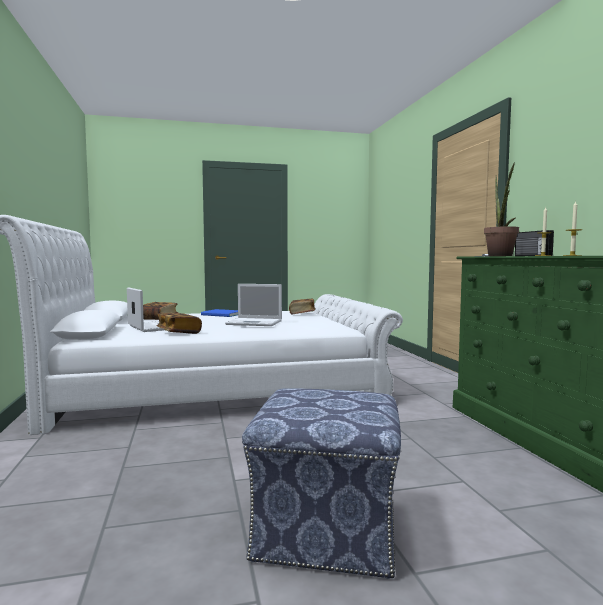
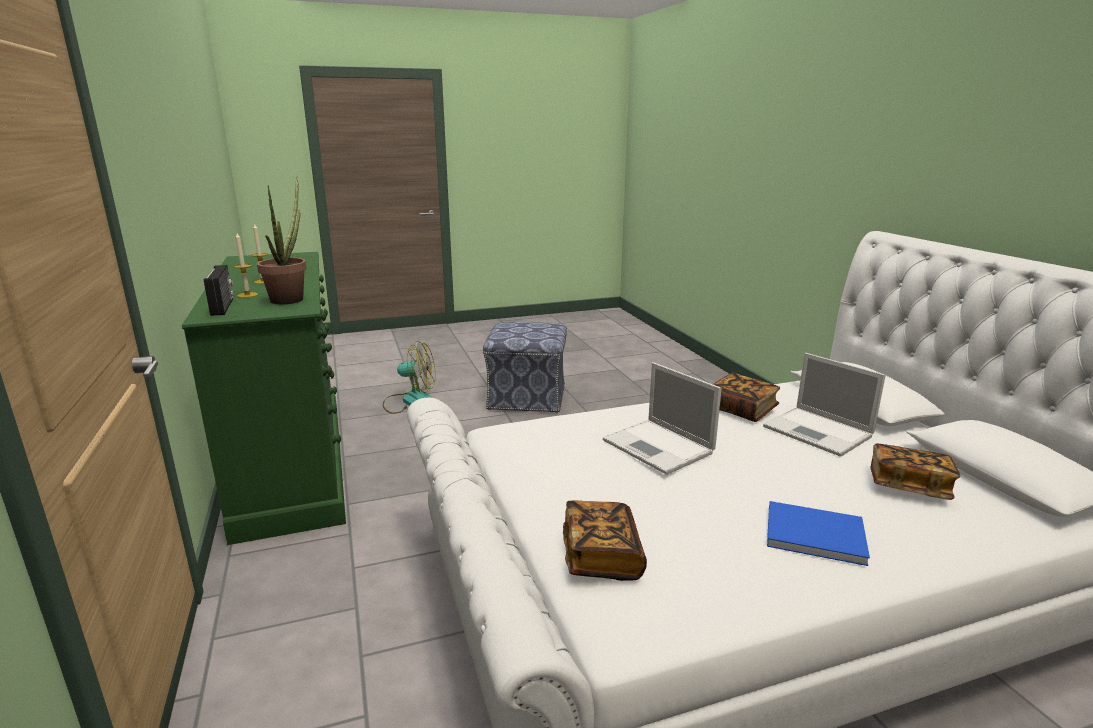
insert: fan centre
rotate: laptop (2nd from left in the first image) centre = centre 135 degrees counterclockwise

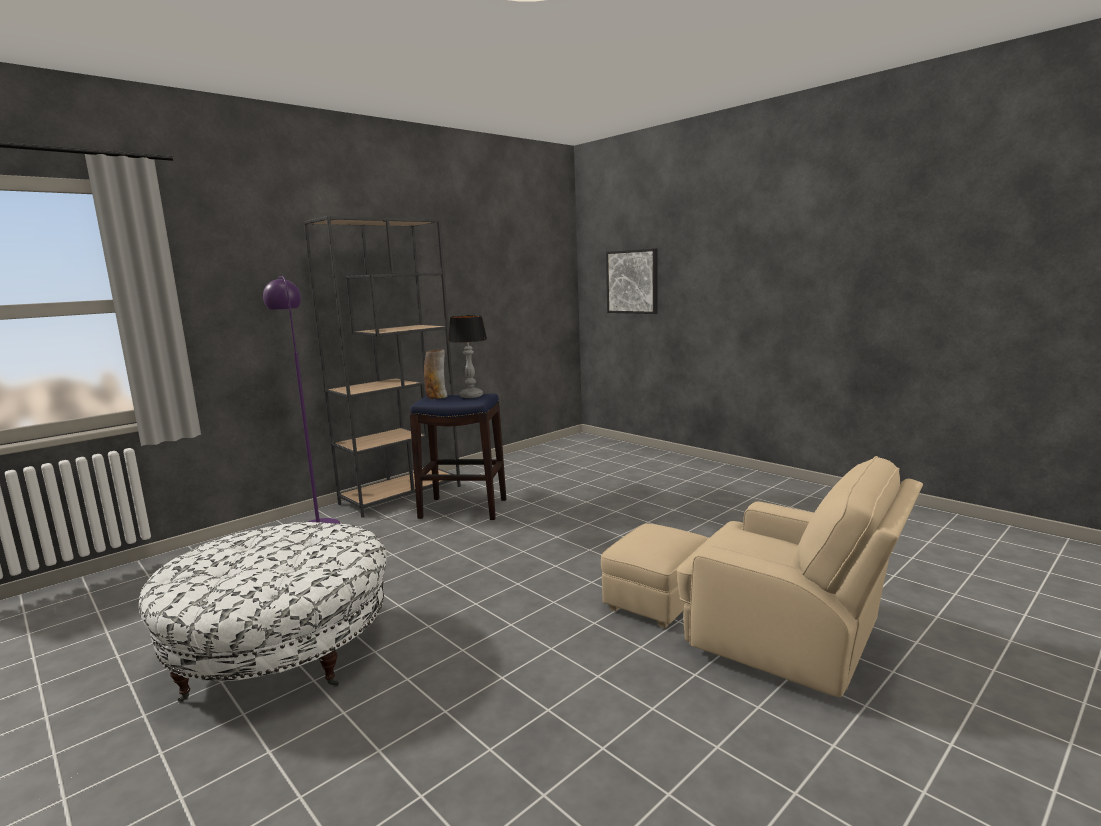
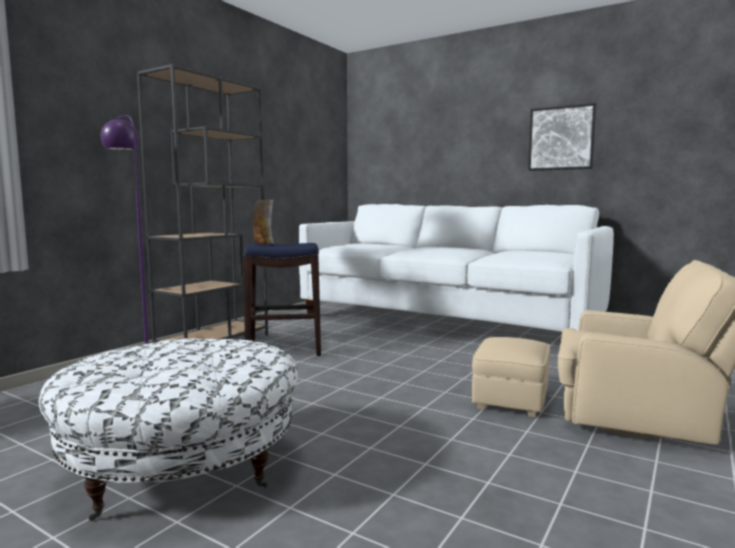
delete: table lamp centre
insert: white sofa centre
move: picture centre to top right

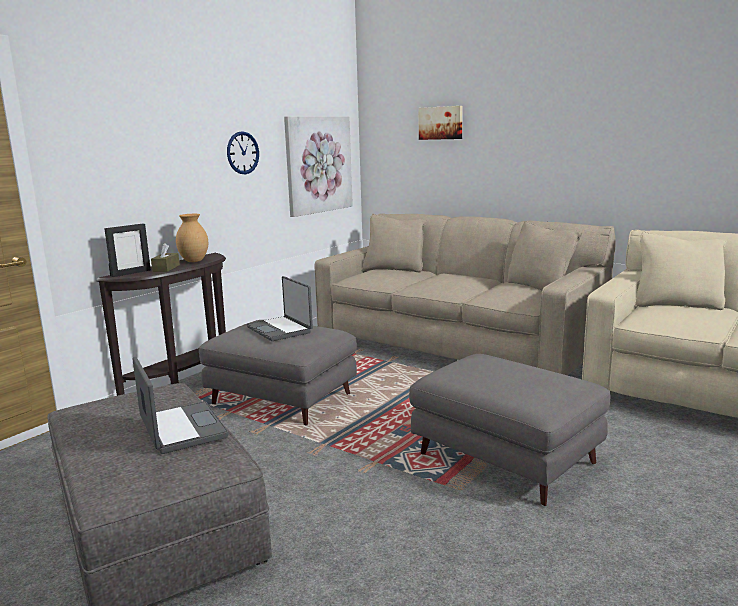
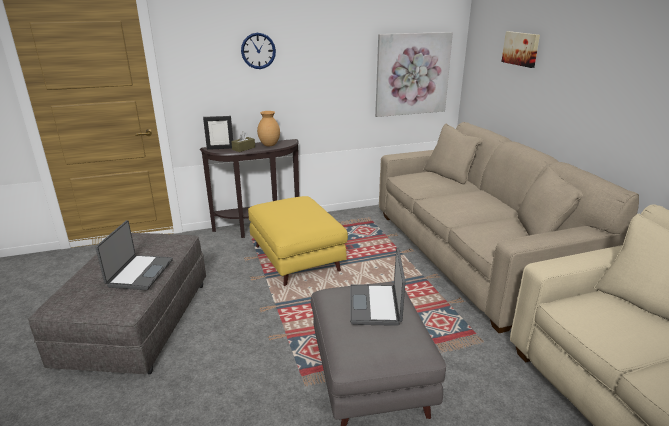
move: wall clock top left to top centre; laptop (2nd from left) centre to bottom centre
recolor: grey ottoman (2nd from left) centre to yellow ottoman centre

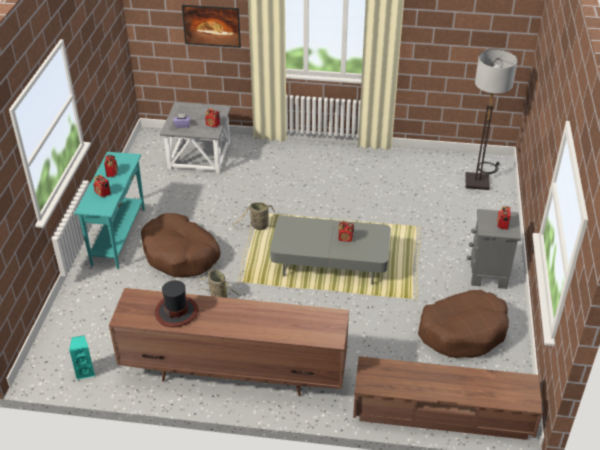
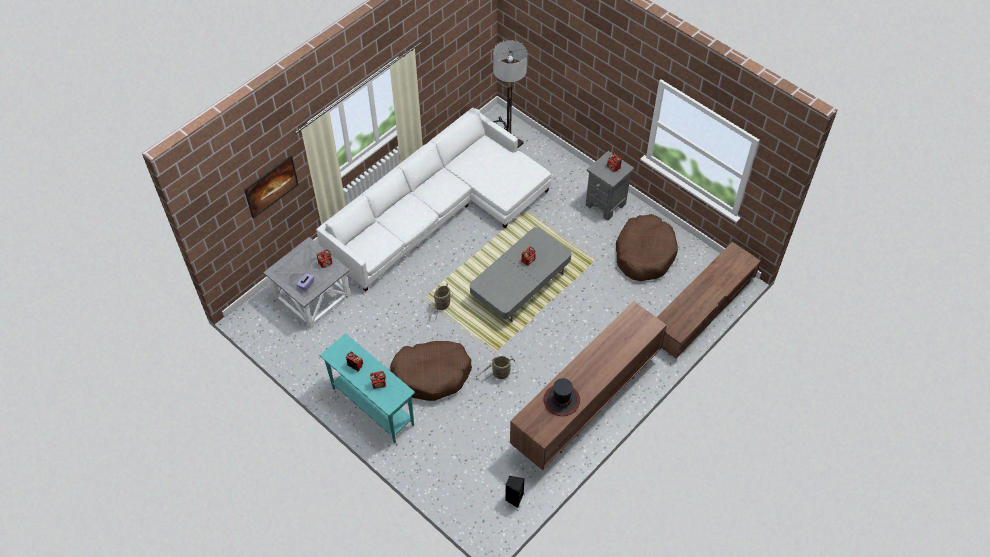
insert: white sofa centre
recolor: turquoise speaker bottom left to black speaker bottom centre

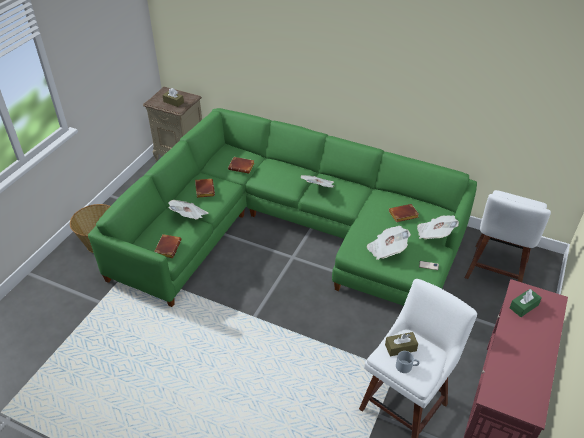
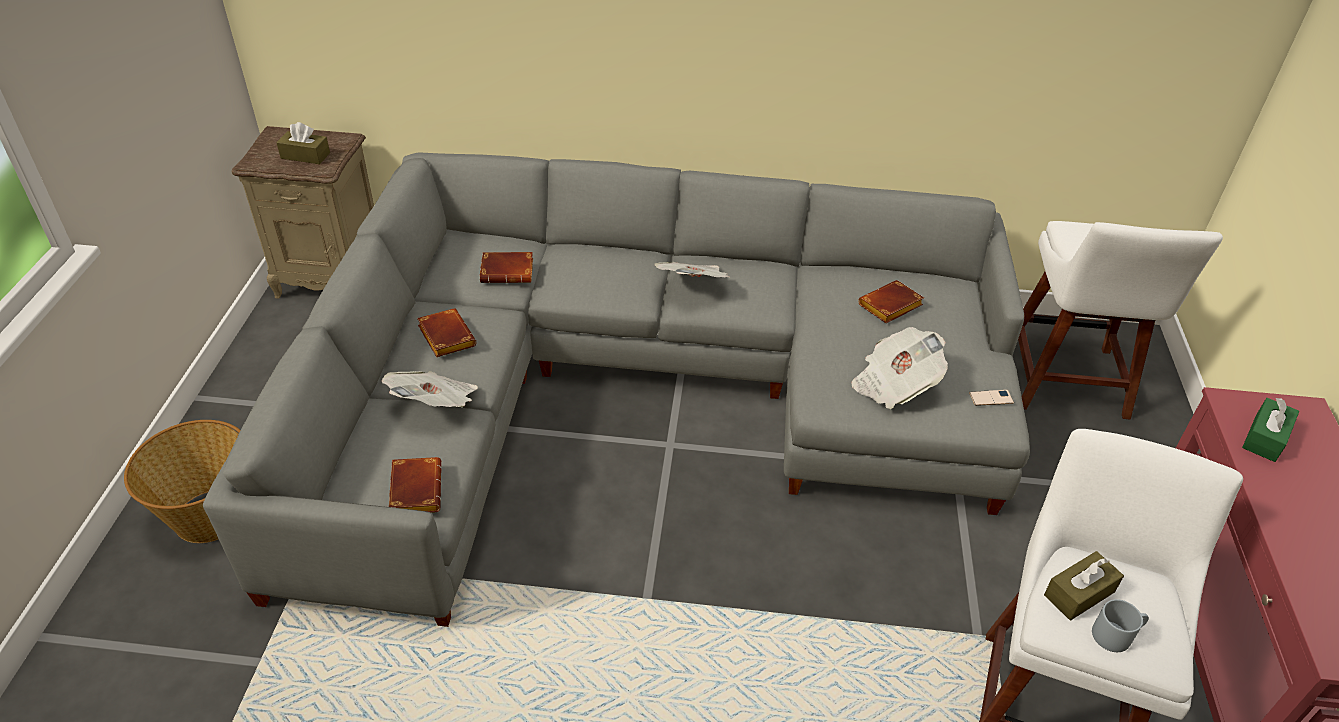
delete: newspaper (4th from left) middle right
recolor: green sofa centre to grey sofa centre

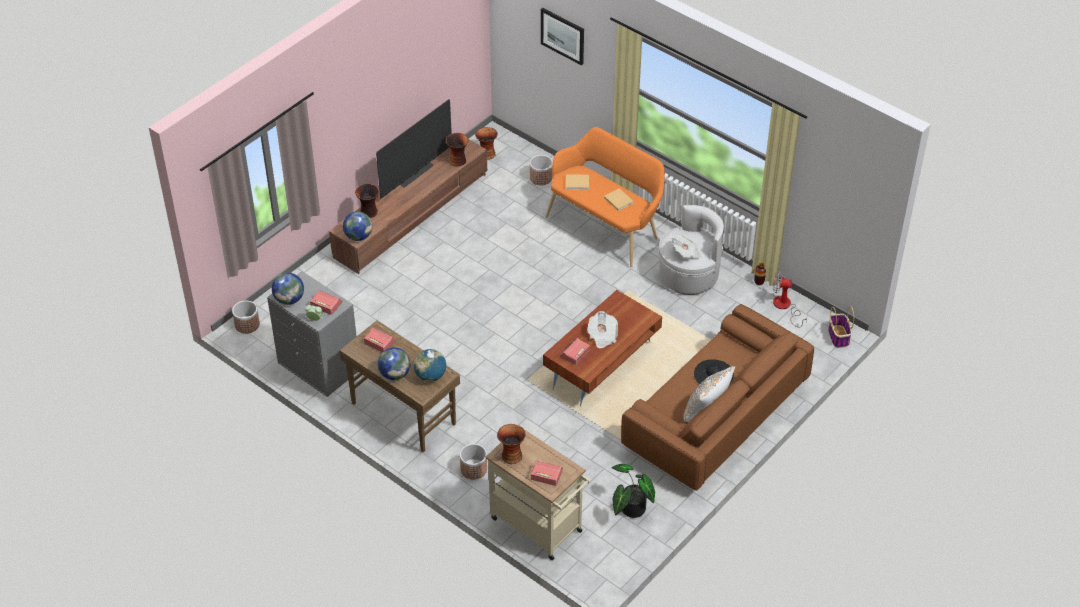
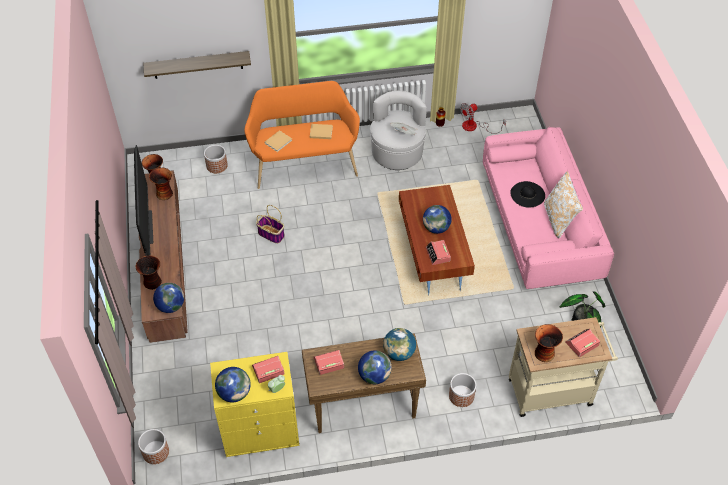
delete: picture top centre
insert: shelf top left
move: basket middle right to centre
replace: newspaper (1st from left) centre to globe (5th from left) centre
recolor: grey cabinet middle left to yellow cabinet bottom centre; brown sofa centre to pink sofa middle right

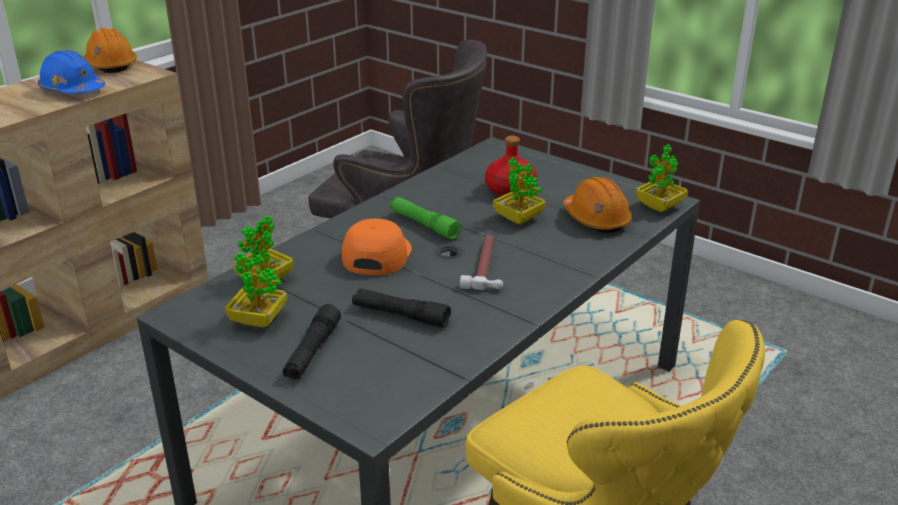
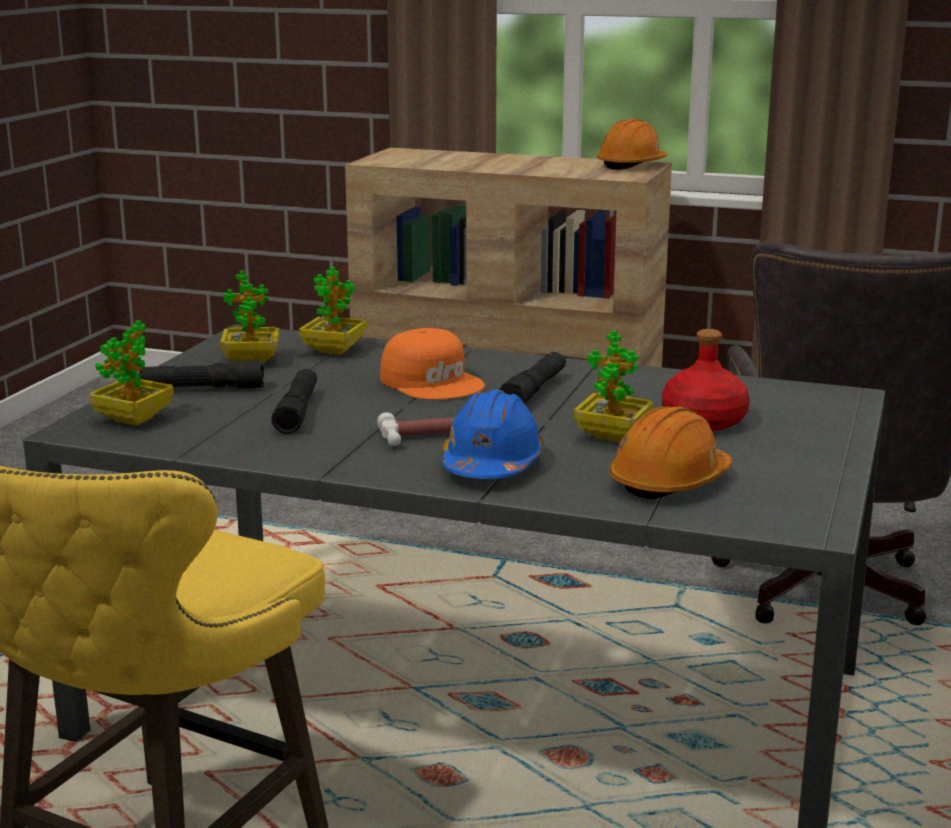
move: blue hard hat top left to centre; potted plant (4th from left in the first image) middle right to potted plant (1st from left) middle left
recolor: green flashlight centre to black flashlight (3rd from left) centre
rotate: orange cap centre = centre 60 degrees clockwise

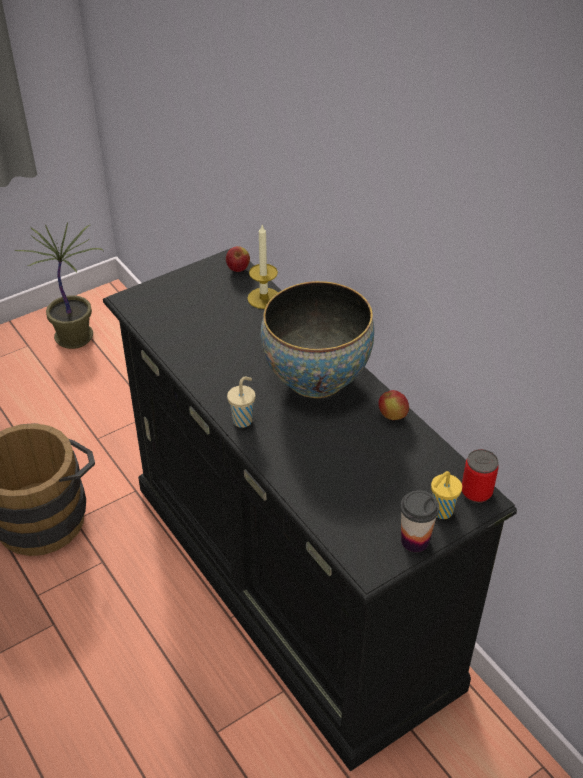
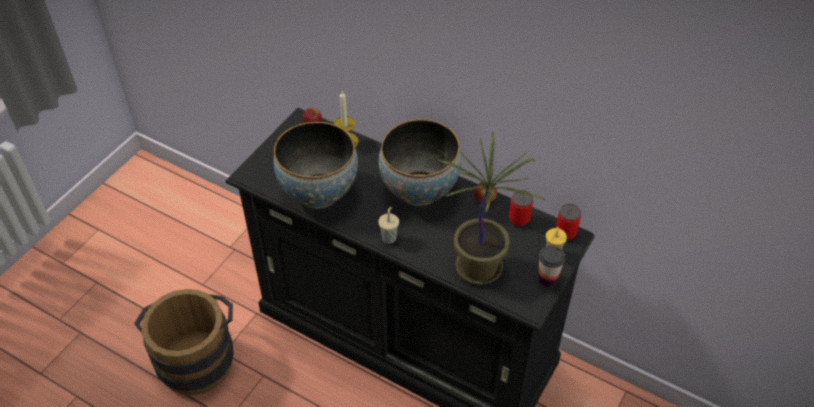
insert: bowl (1st from left) centre; can (1st from left) centre
move: potted plant middle left to centre

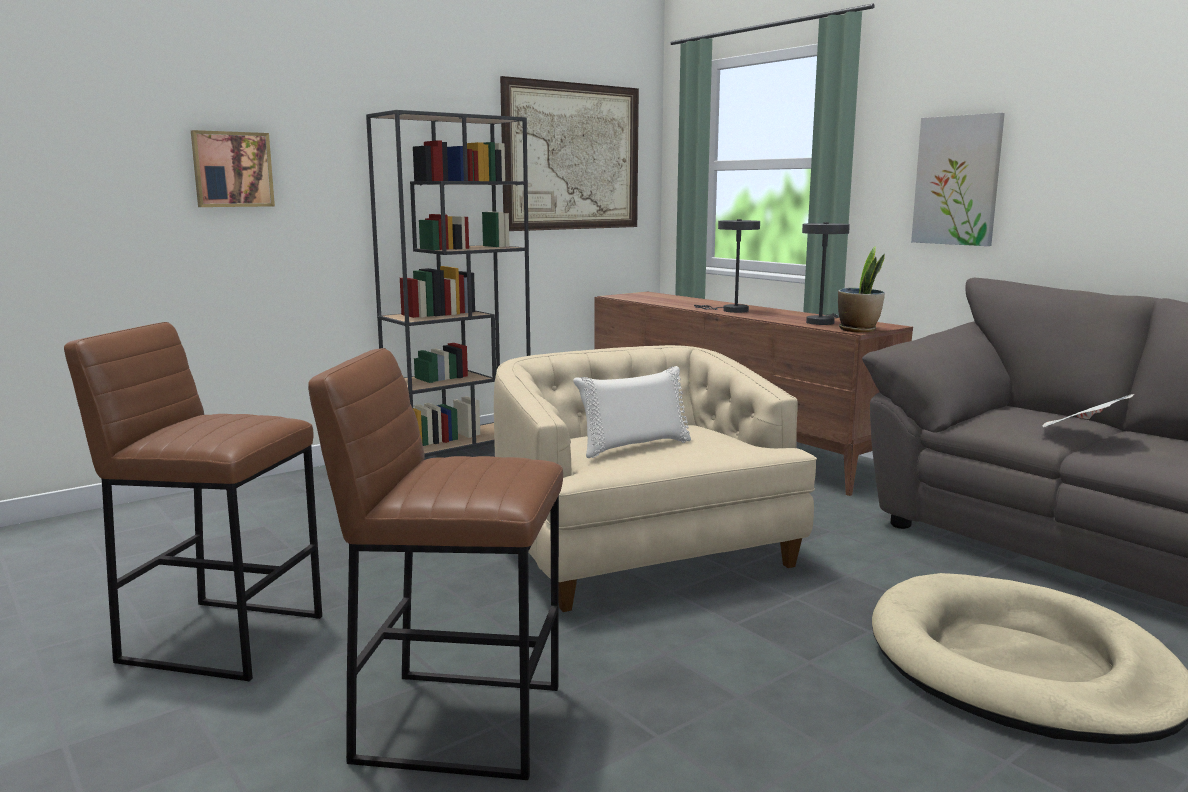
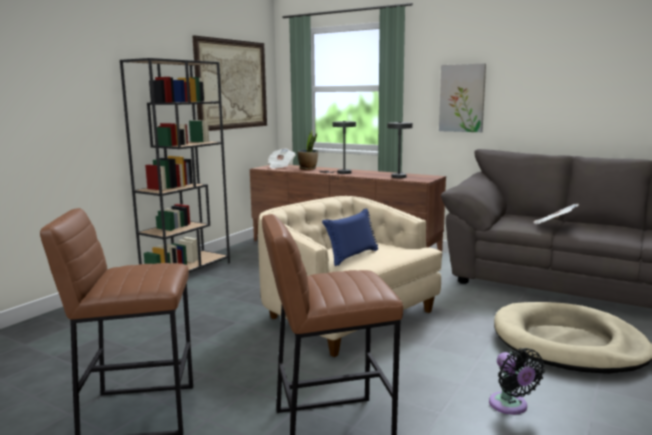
delete: picture (1st from left) top left
insert: newspaper (1st from left) centre; black fan bottom right
move: potted plant middle right to centre
recolor: white pillow centre to blue pillow centre

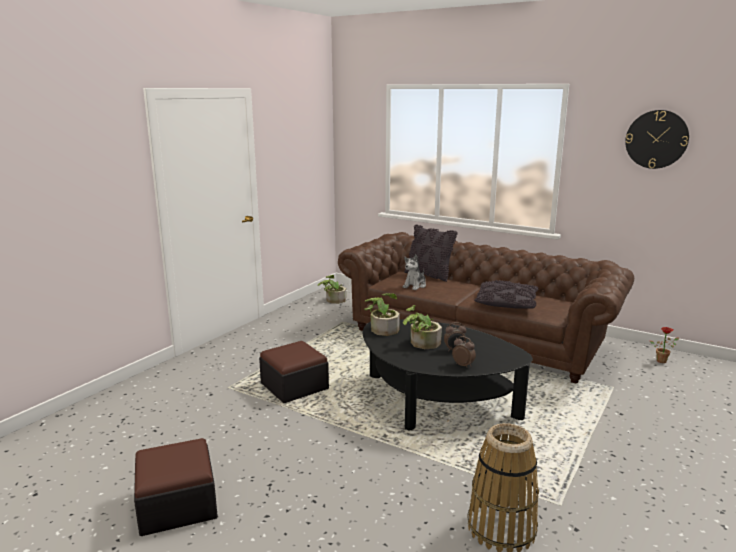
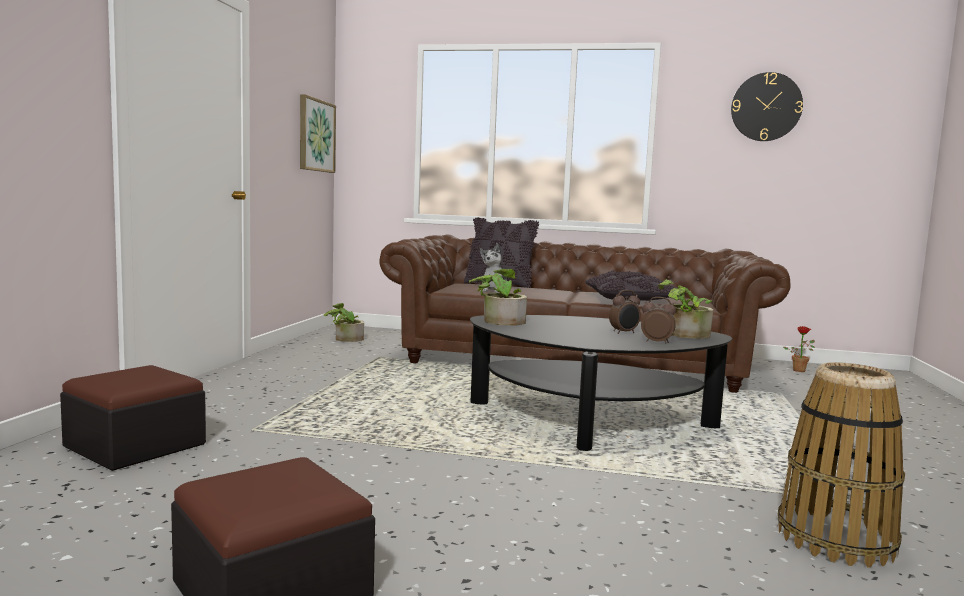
insert: picture top left
move: potted plant (3rd from left) centre to middle right; ottoman (2nd from left in the first image) bottom centre to ottoman (1st from left) bottom left

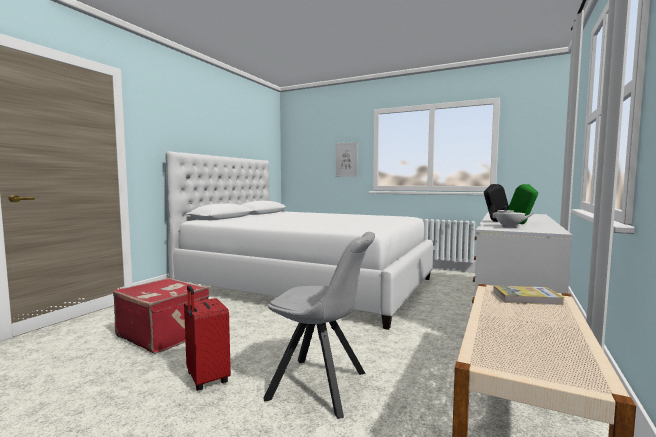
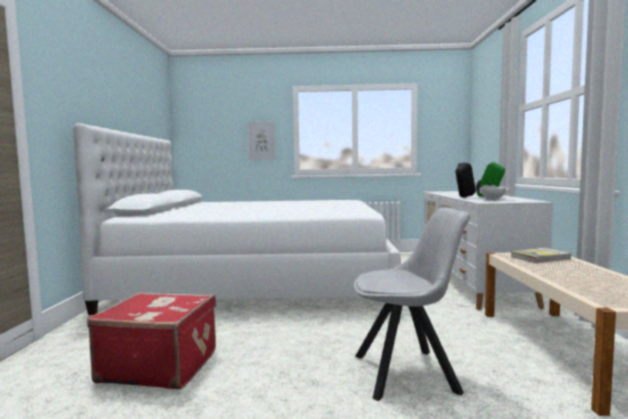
delete: red suitcase (2nd from left) bottom left

